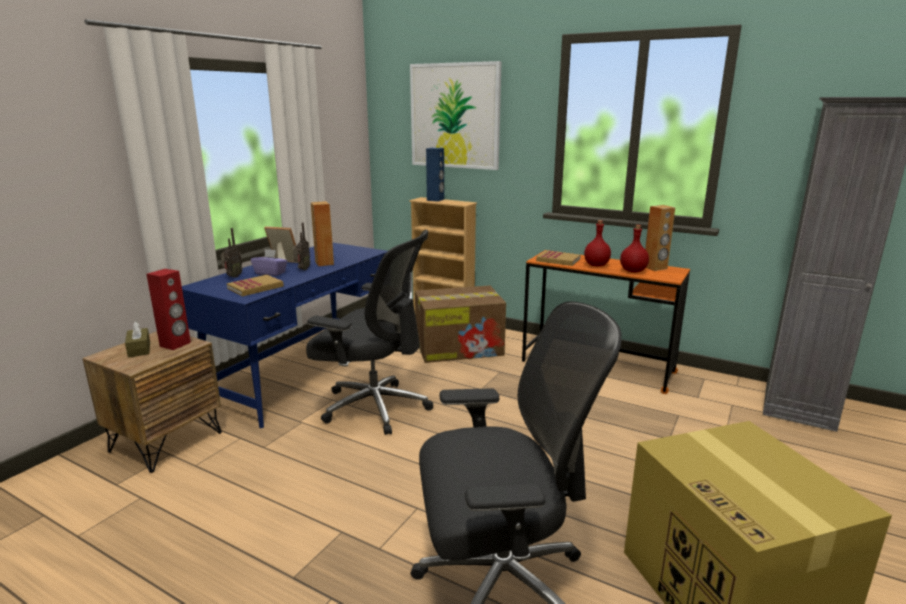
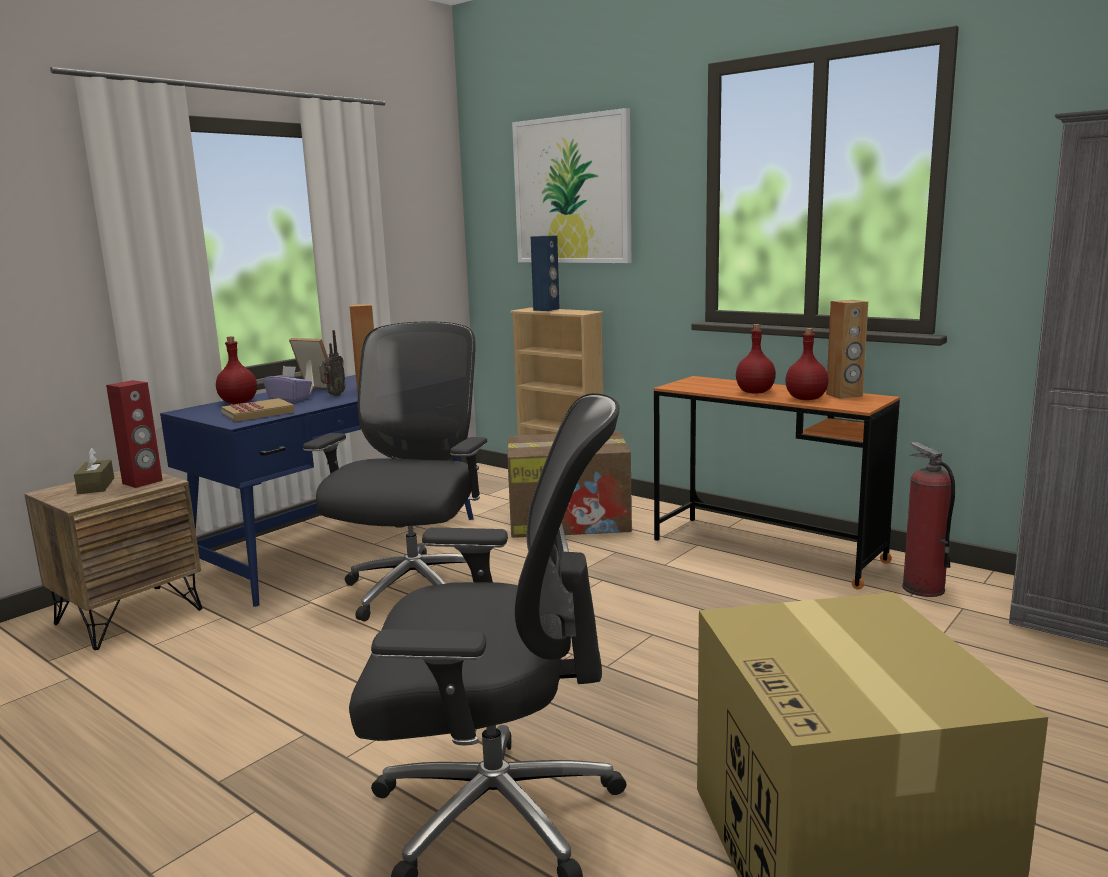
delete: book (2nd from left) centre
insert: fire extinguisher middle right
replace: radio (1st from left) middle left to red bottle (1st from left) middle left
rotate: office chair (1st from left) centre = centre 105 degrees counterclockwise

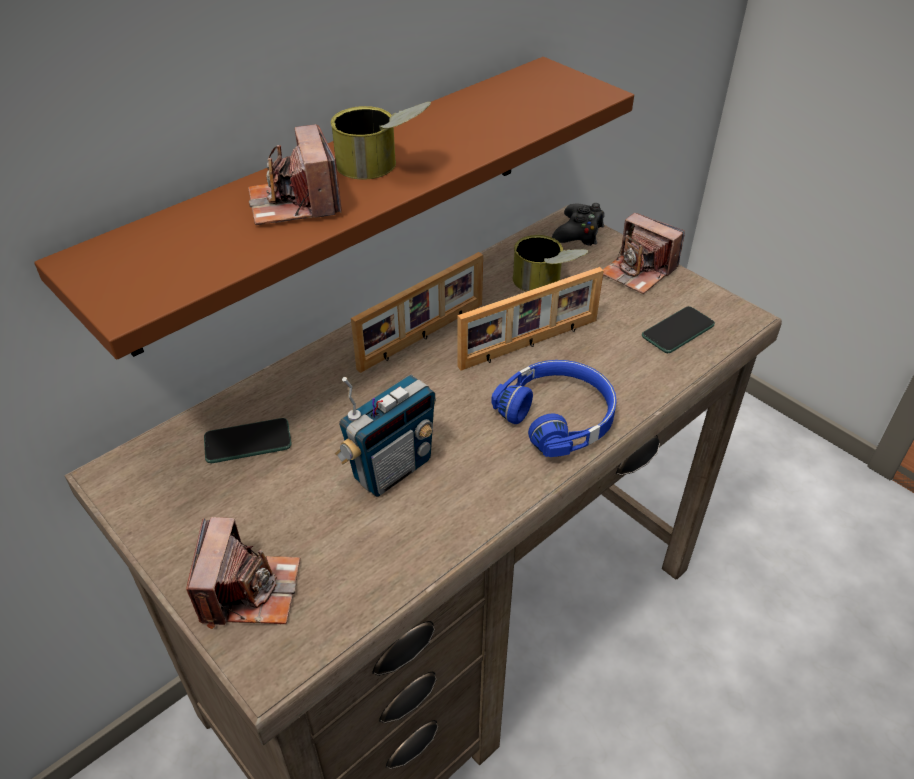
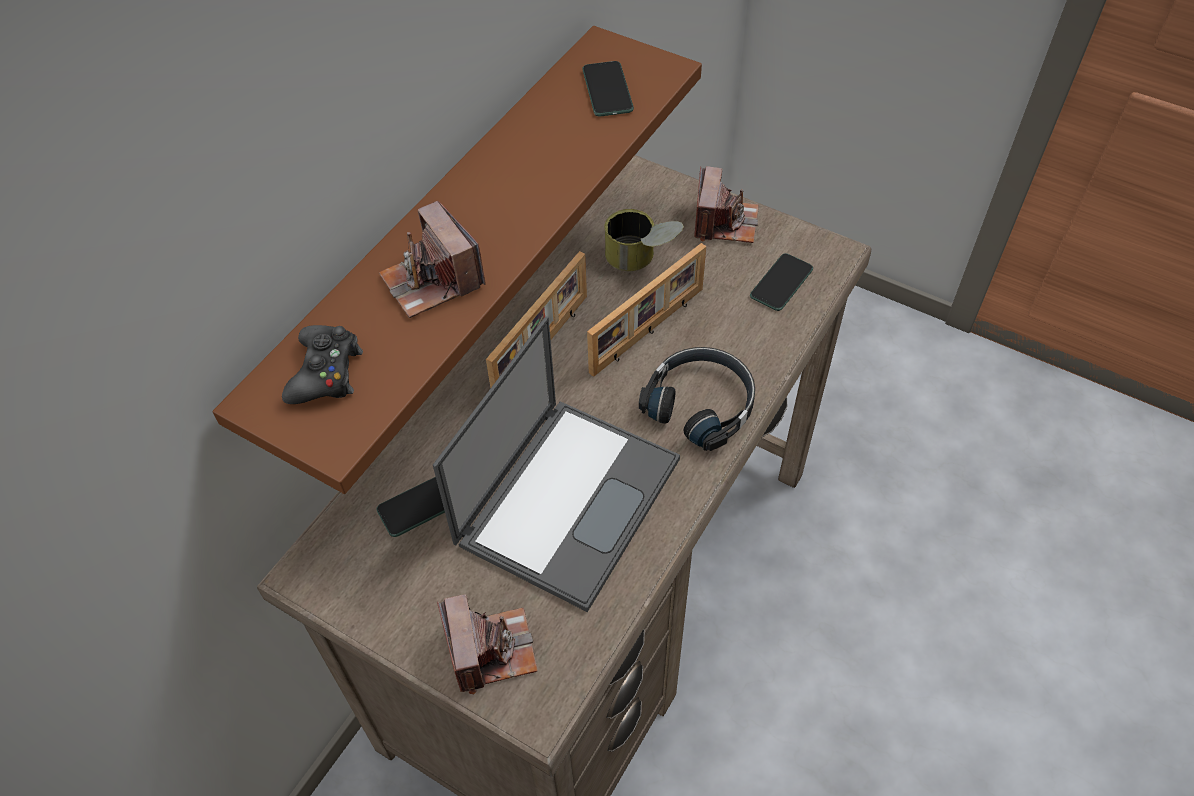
delete: can (1st from left) top centre
insert: phone (2nd from left) top centre
move: black game controller top centre to middle left
replace: radio centre to laptop centre
recolor: blue headphones centre to black headphones centre
rotate: photo camera (3rd from left) top right = top centre 105 degrees counterclockwise

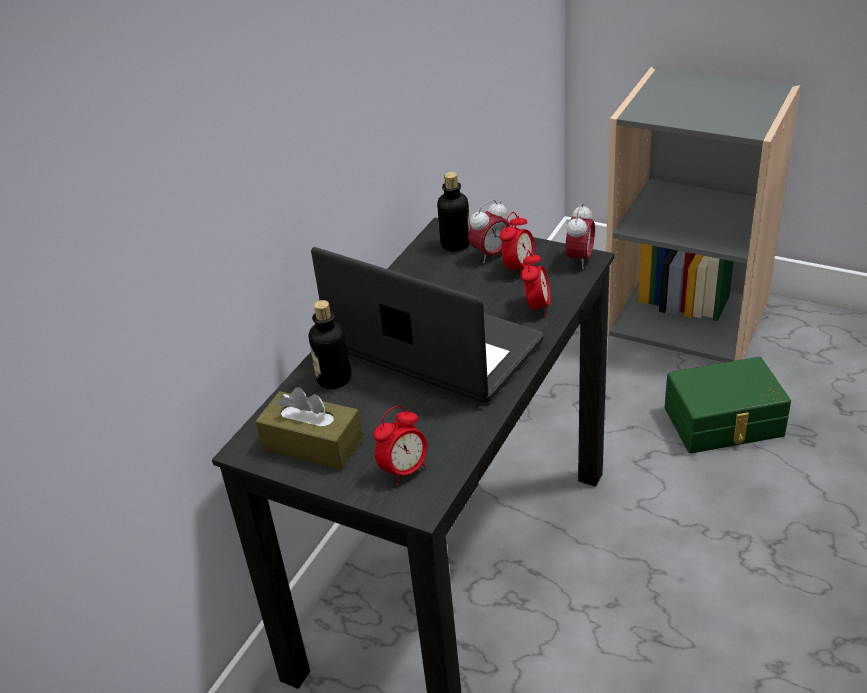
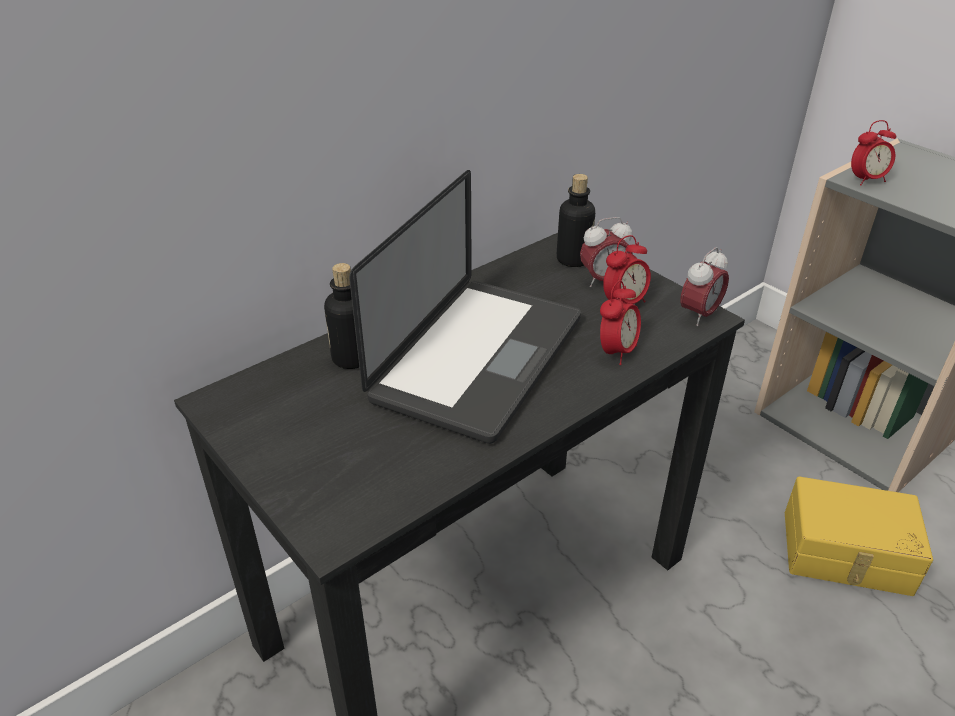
delete: brown tissue box centre
move: alarm clock (1st from left in the first image) centre to alarm clock (5th from left) top right
recolor: green storage box middle right to yellow storage box bottom right
rotate: laptop centre = centre 60 degrees clockwise

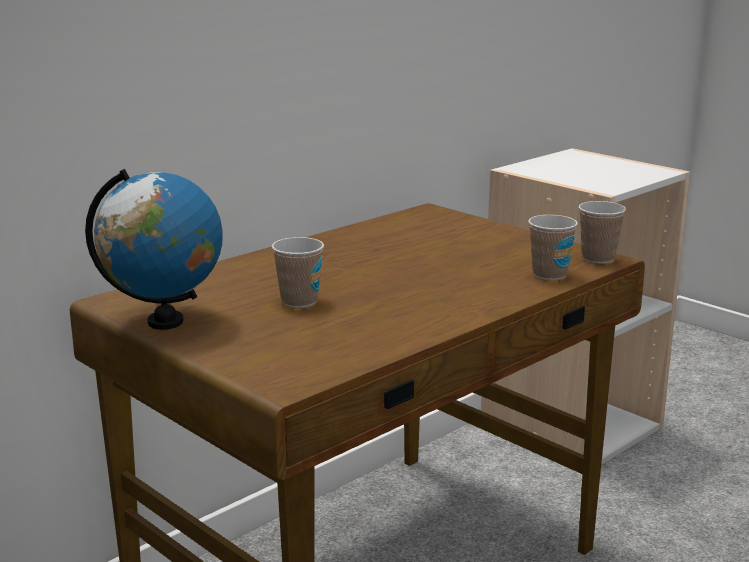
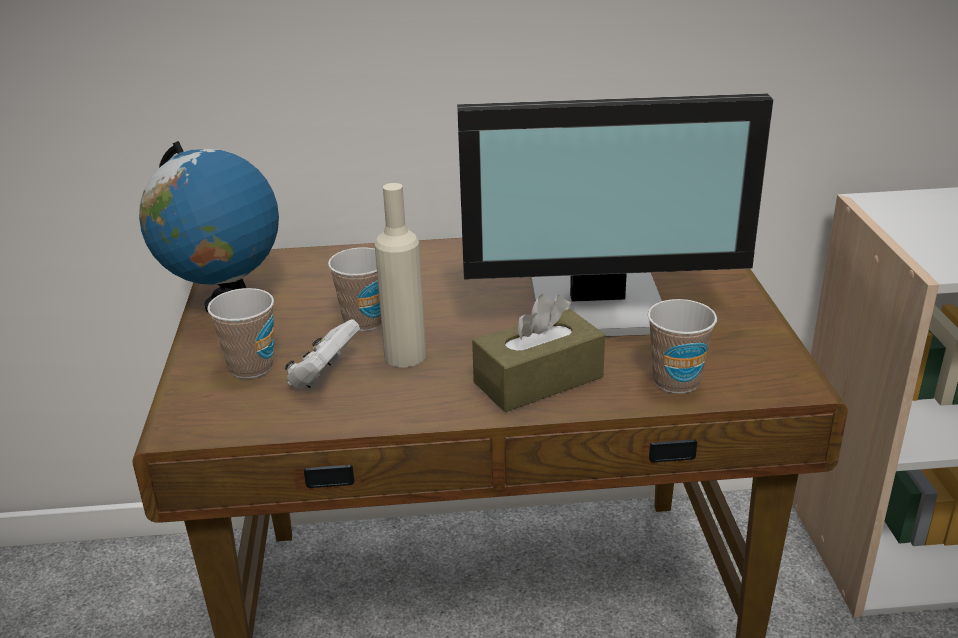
insert: monitor centre; beige bottle centre; brown tissue box centre; white game controller centre
move: cup (3rd from left in the first image) middle right to cup (1st from left) middle left

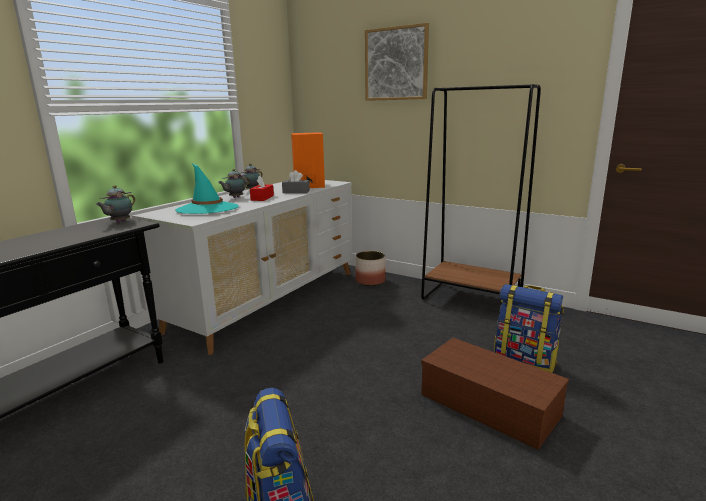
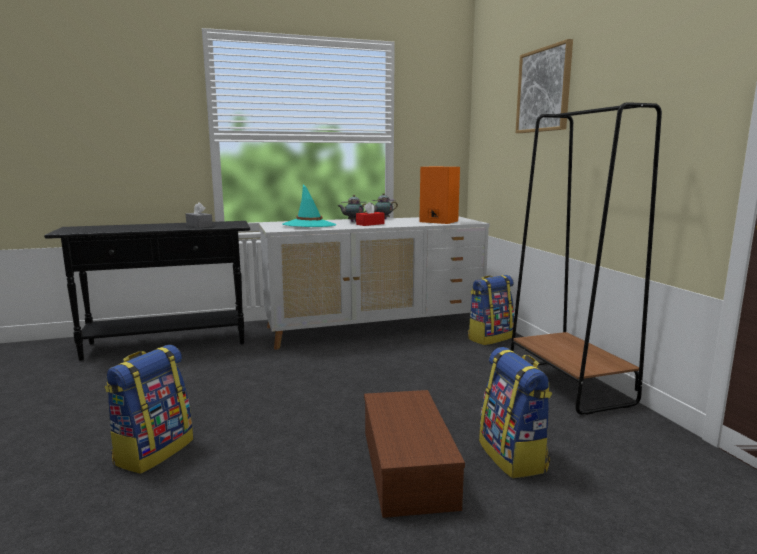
delete: teapot (1st from left) middle left
move: grey tissue box centre to middle left
replace: planter centre to backpack (2nd from left) centre

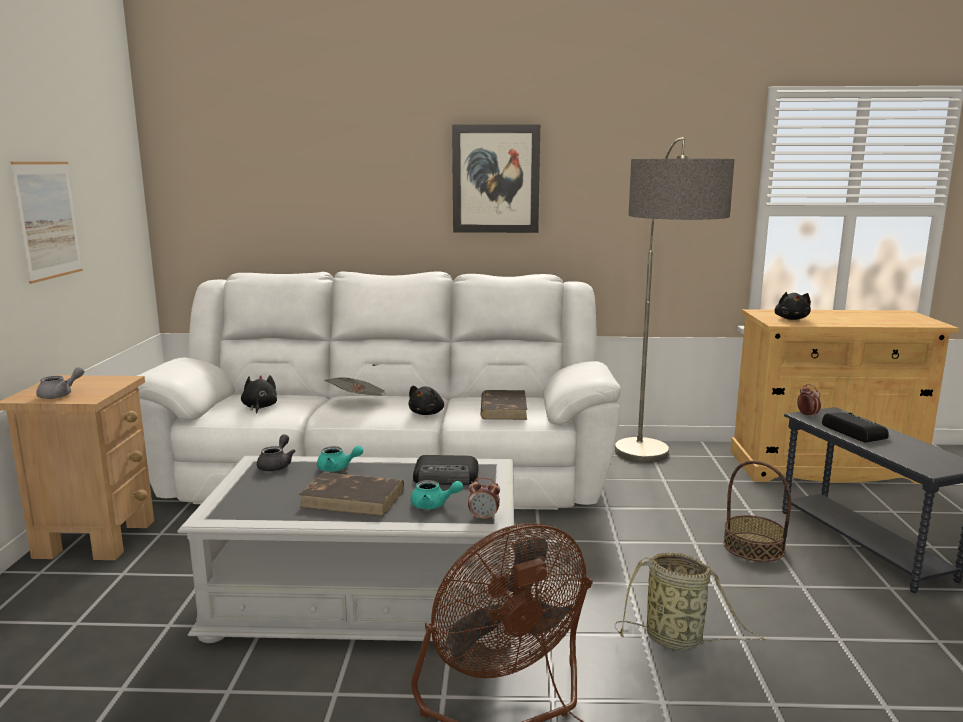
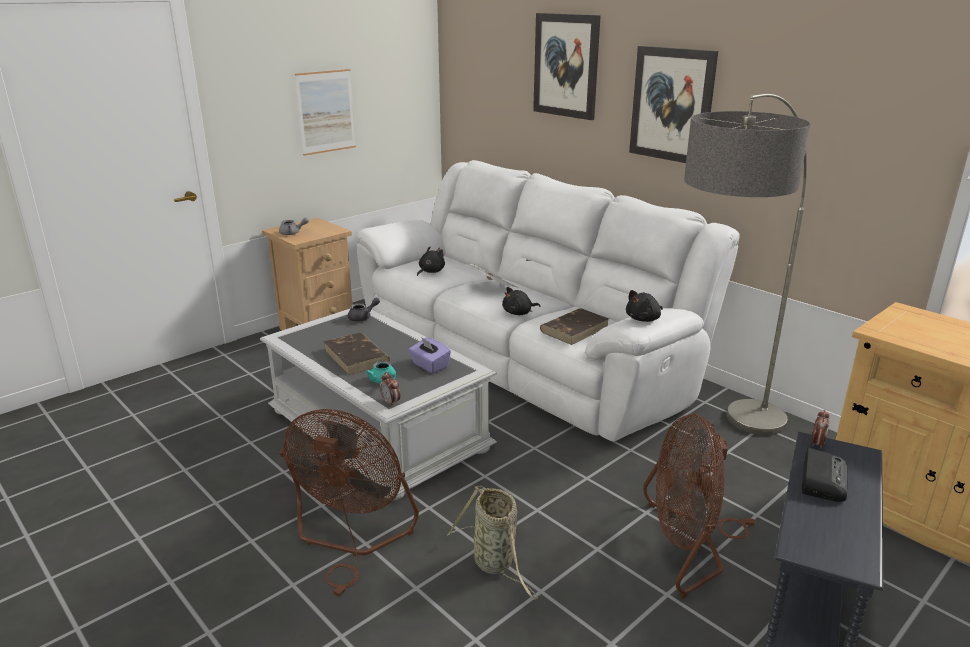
delete: turquoise teapot (1st from left) centre
insert: picture (2nd from left) top centre
move: black plush toy (3rd from left) middle right to centre
replace: radio (1st from left) centre to purple tissue box centre; basket (2nd from left) bottom right to brown fan (2nd from left) bottom right

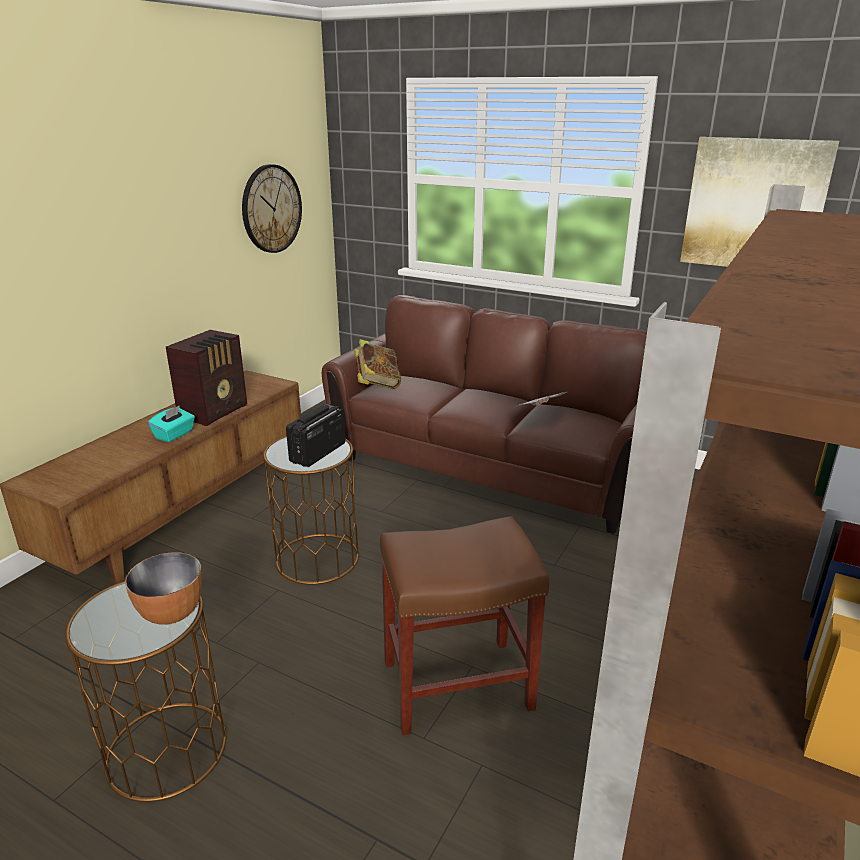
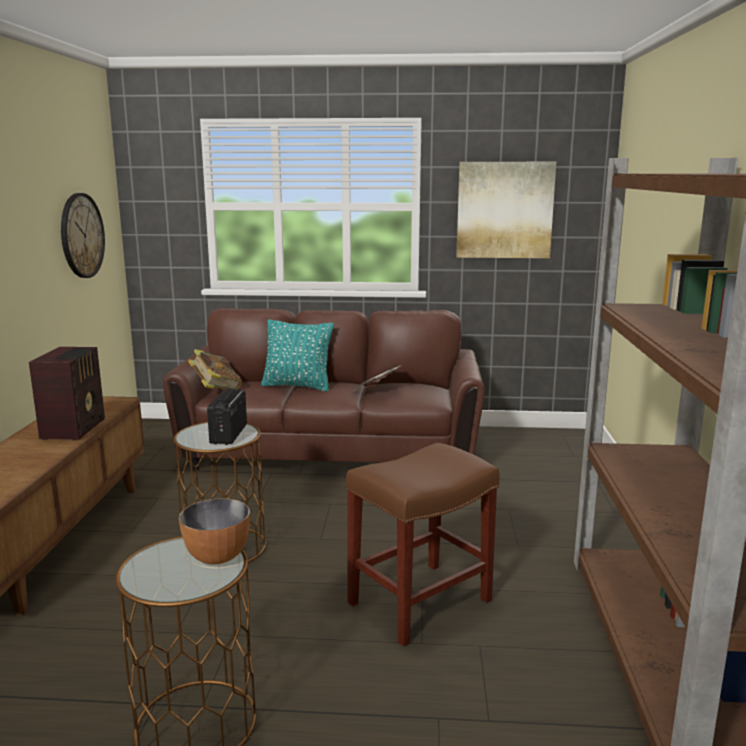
delete: turquoise tissue box middle left
insert: turquoise pillow centre

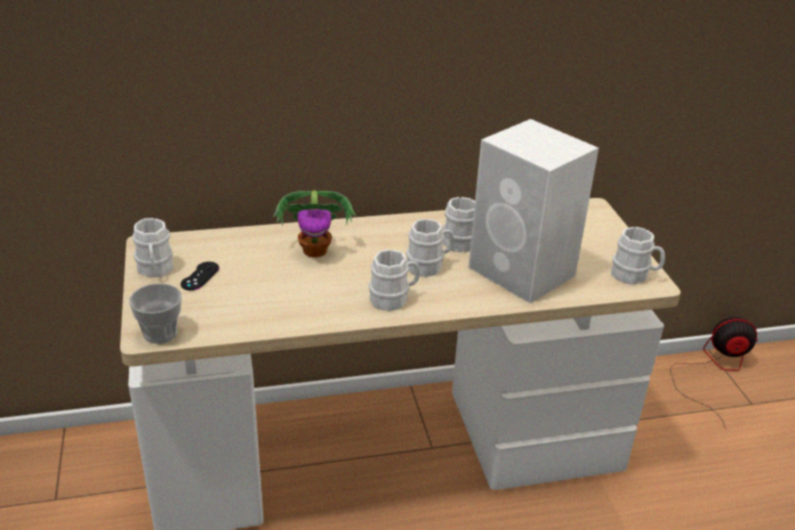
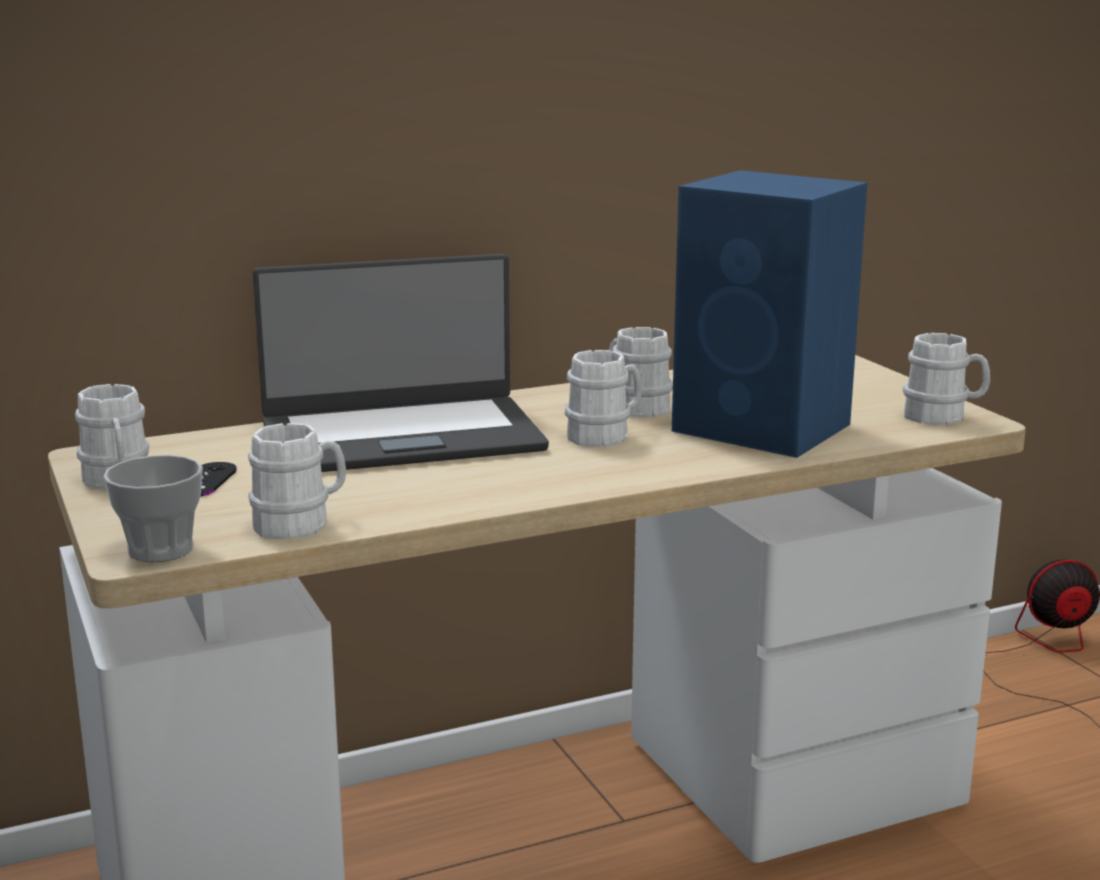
move: white mug (2nd from left) centre to middle left
replace: potted plant centre to laptop centre
recolor: white speaker middle right to blue speaker middle right

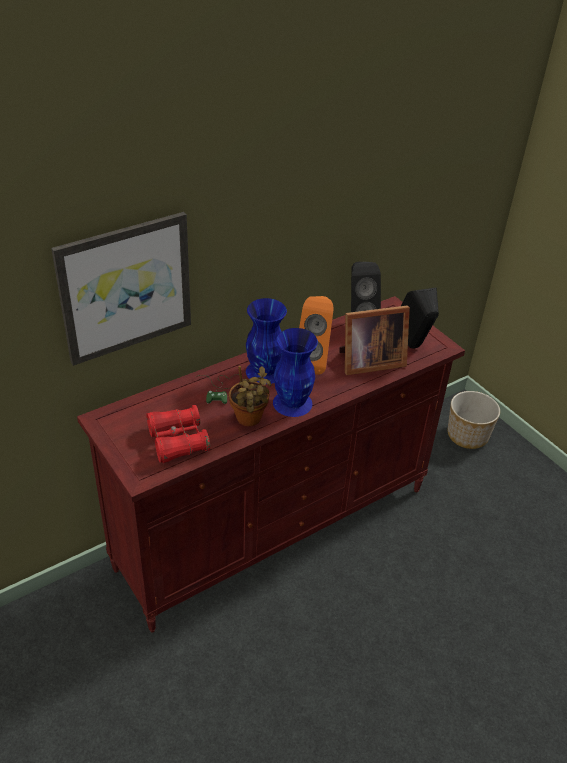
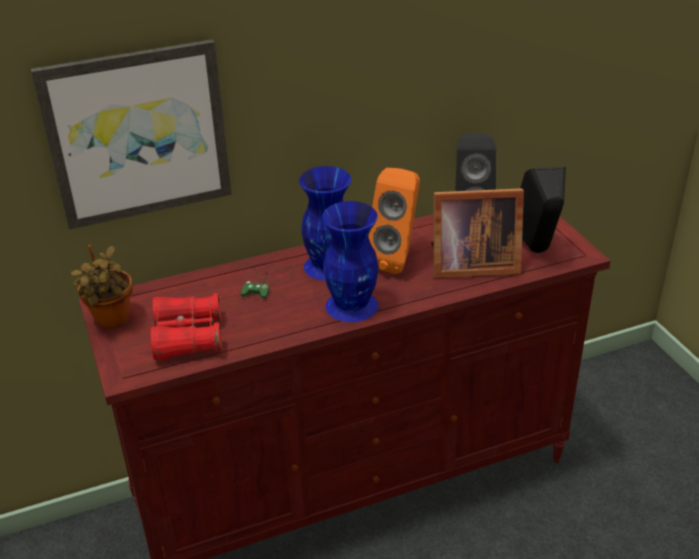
delete: planter middle right
move: potted plant centre to middle left

